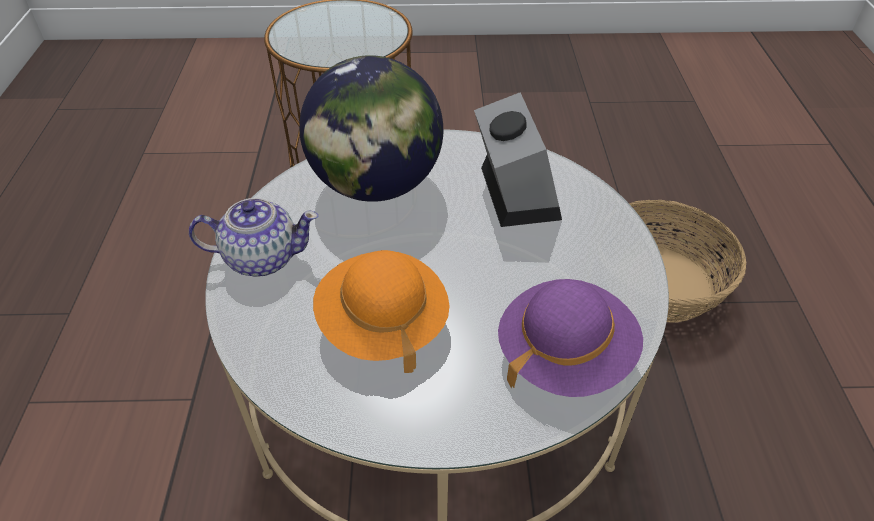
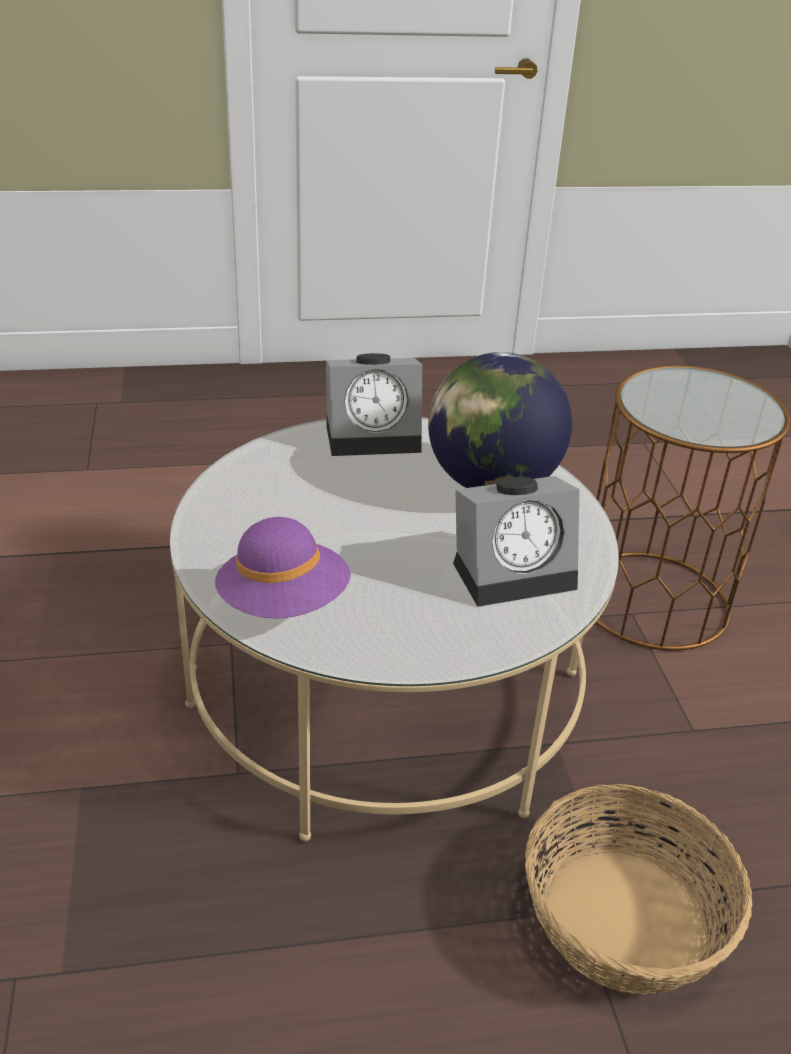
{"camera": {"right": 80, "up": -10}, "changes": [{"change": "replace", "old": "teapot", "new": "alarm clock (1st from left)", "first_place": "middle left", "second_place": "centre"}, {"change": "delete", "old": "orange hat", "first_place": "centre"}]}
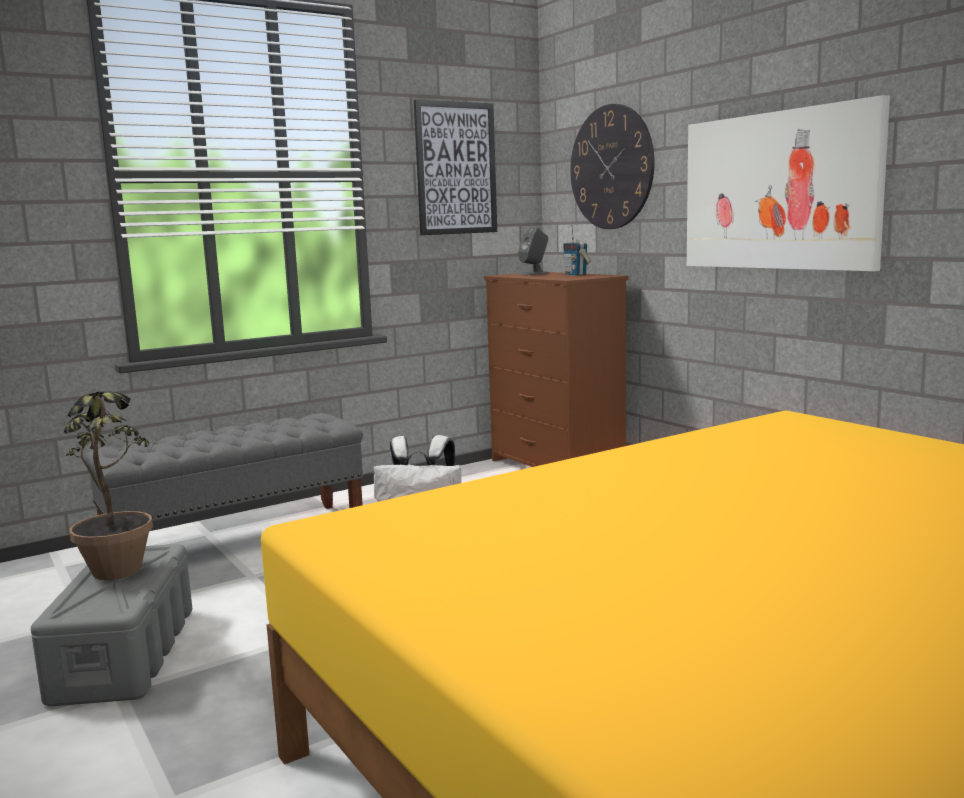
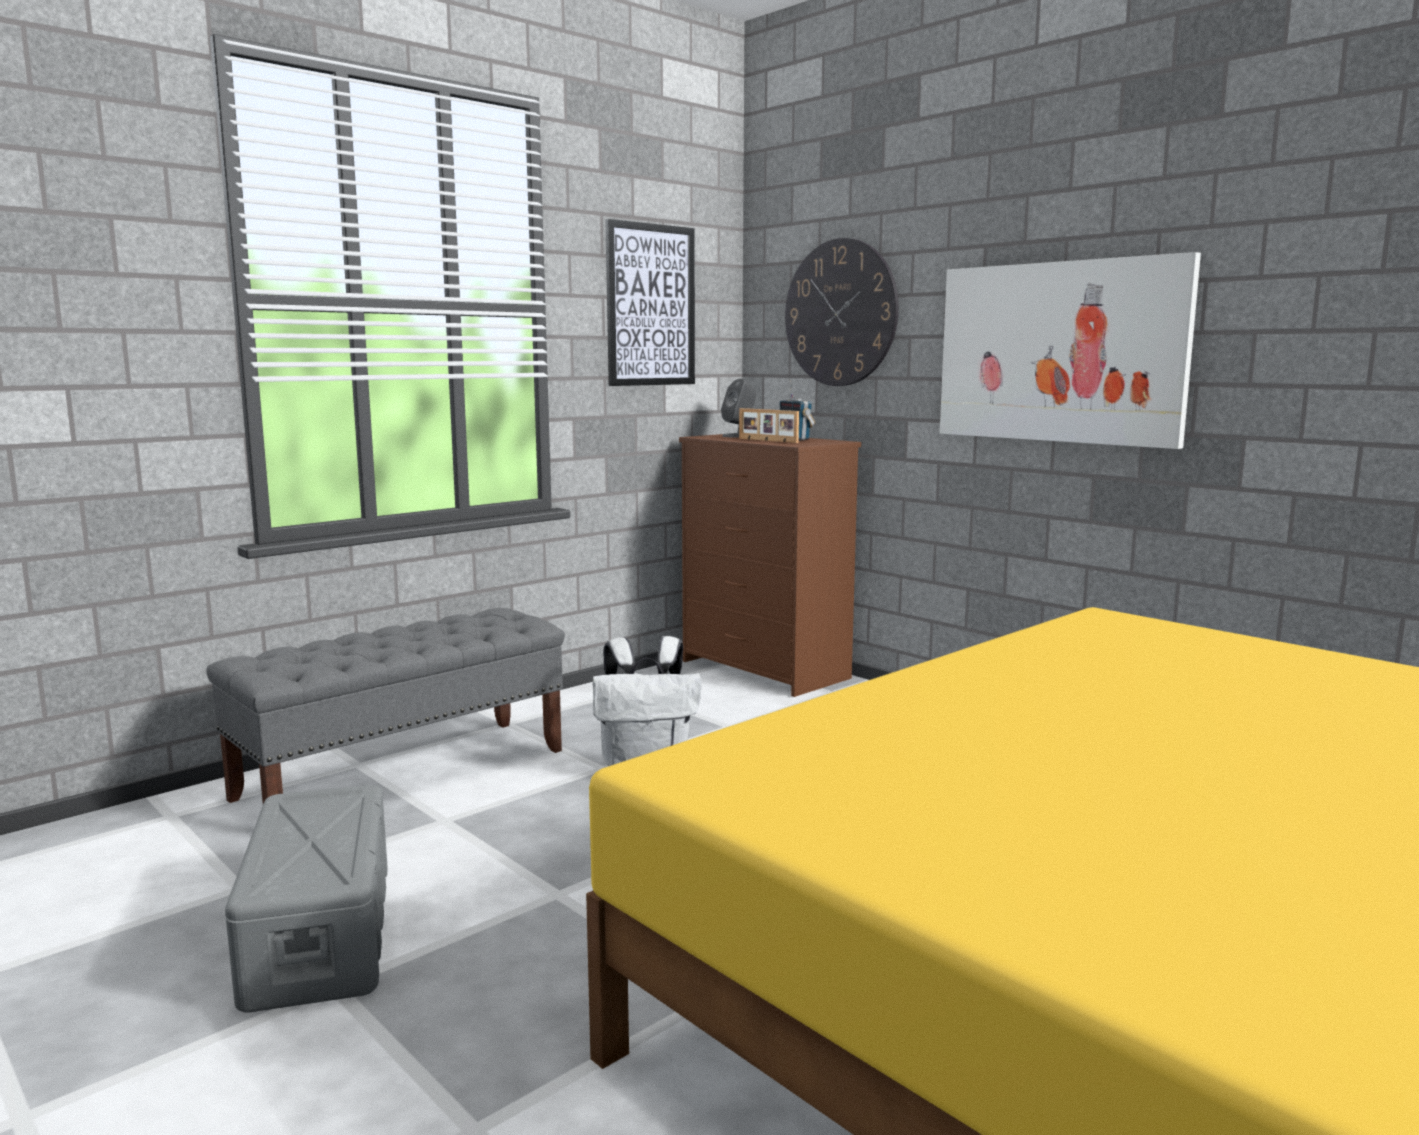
{"camera": {"right": -10, "up": 0}, "changes": [{"change": "insert", "new": "picture frame", "second_place": "centre"}, {"change": "delete", "old": "potted plant", "first_place": "middle left"}]}
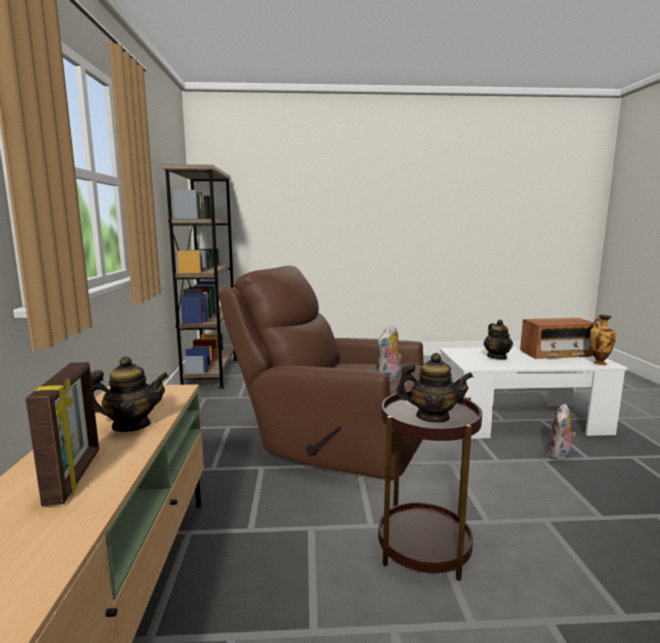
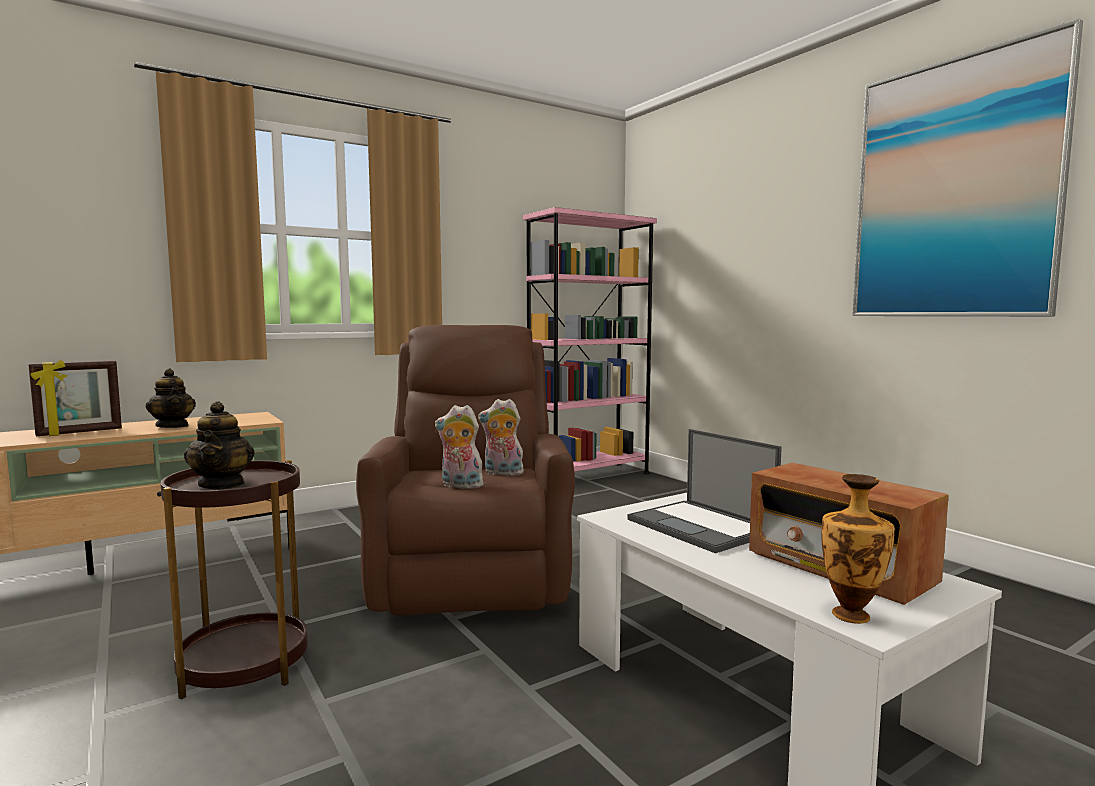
{"camera": {"right": 60, "up": -5}, "changes": [{"change": "move", "old": "plush toy (2nd from left)", "first_place": "bottom right", "second_place": "centre"}, {"change": "recolor", "old": "brown bookcase", "new": "pink bookcase", "first_place": "middle left", "second_place": "centre"}, {"change": "replace", "old": "teapot (3rd from left)", "new": "laptop", "first_place": "middle right", "second_place": "centre"}, {"change": "insert", "new": "picture", "second_place": "top right"}]}
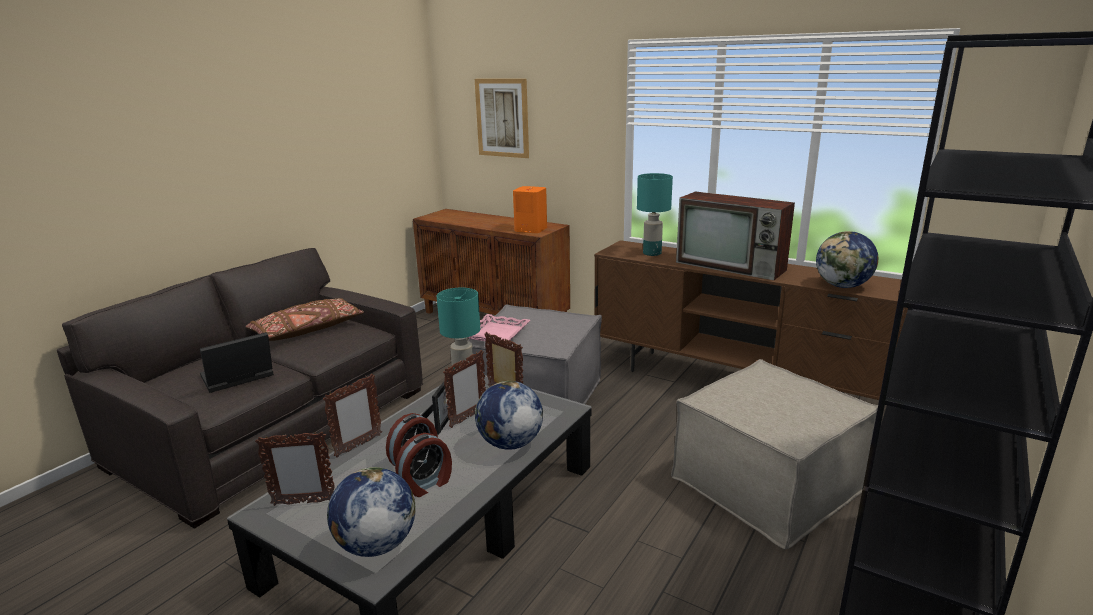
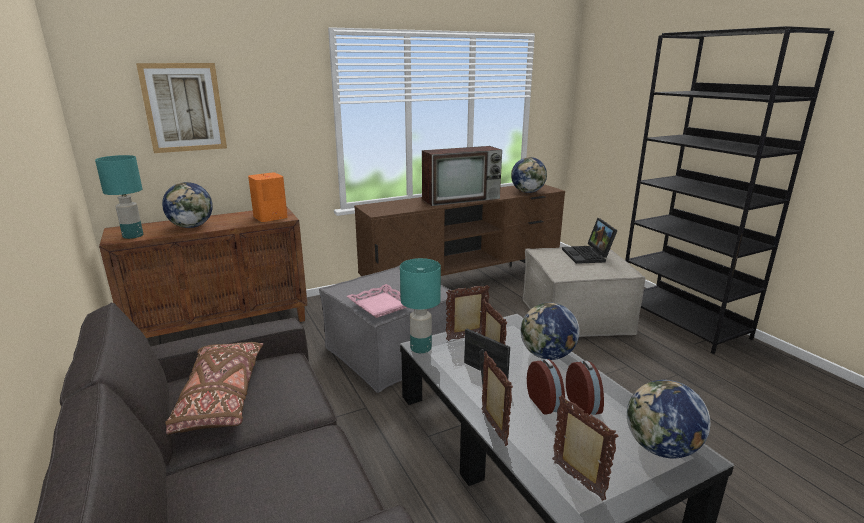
{"camera": {"right": -60, "up": 0}, "changes": [{"change": "move", "old": "turquoise table lamp (2nd from left in the first image)", "new": "turquoise table lamp (1st from left)", "first_place": "centre", "second_place": "middle left"}, {"change": "insert", "new": "globe (1st from left)", "second_place": "middle left"}, {"change": "rotate", "old": "picture frame (1st from left in the first image)", "first_place": "bottom left", "second_place": "bottom right", "degrees": -60}, {"change": "move", "old": "laptop", "first_place": "middle left", "second_place": "middle right"}]}
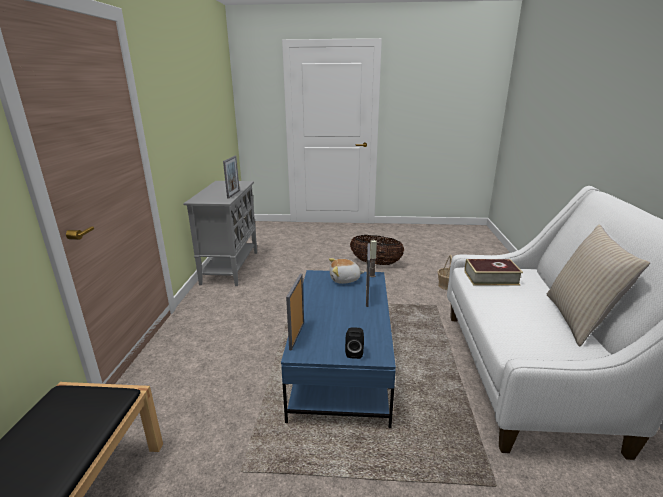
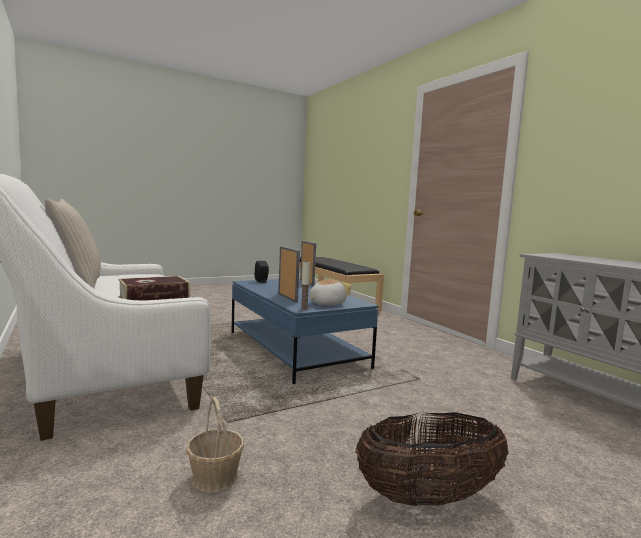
{"camera": {"right": 145, "up": -15}, "changes": [{"change": "delete", "old": "picture frame (1st from left)", "first_place": "centre"}]}
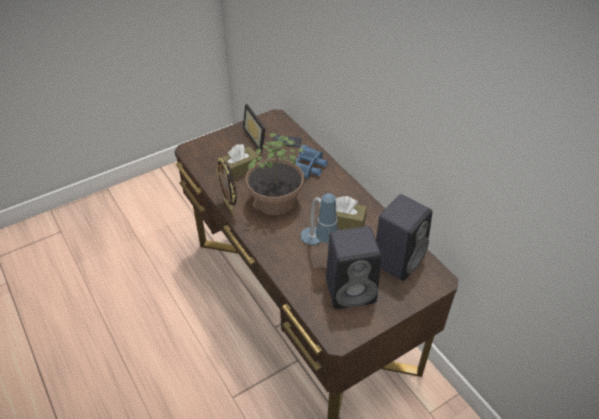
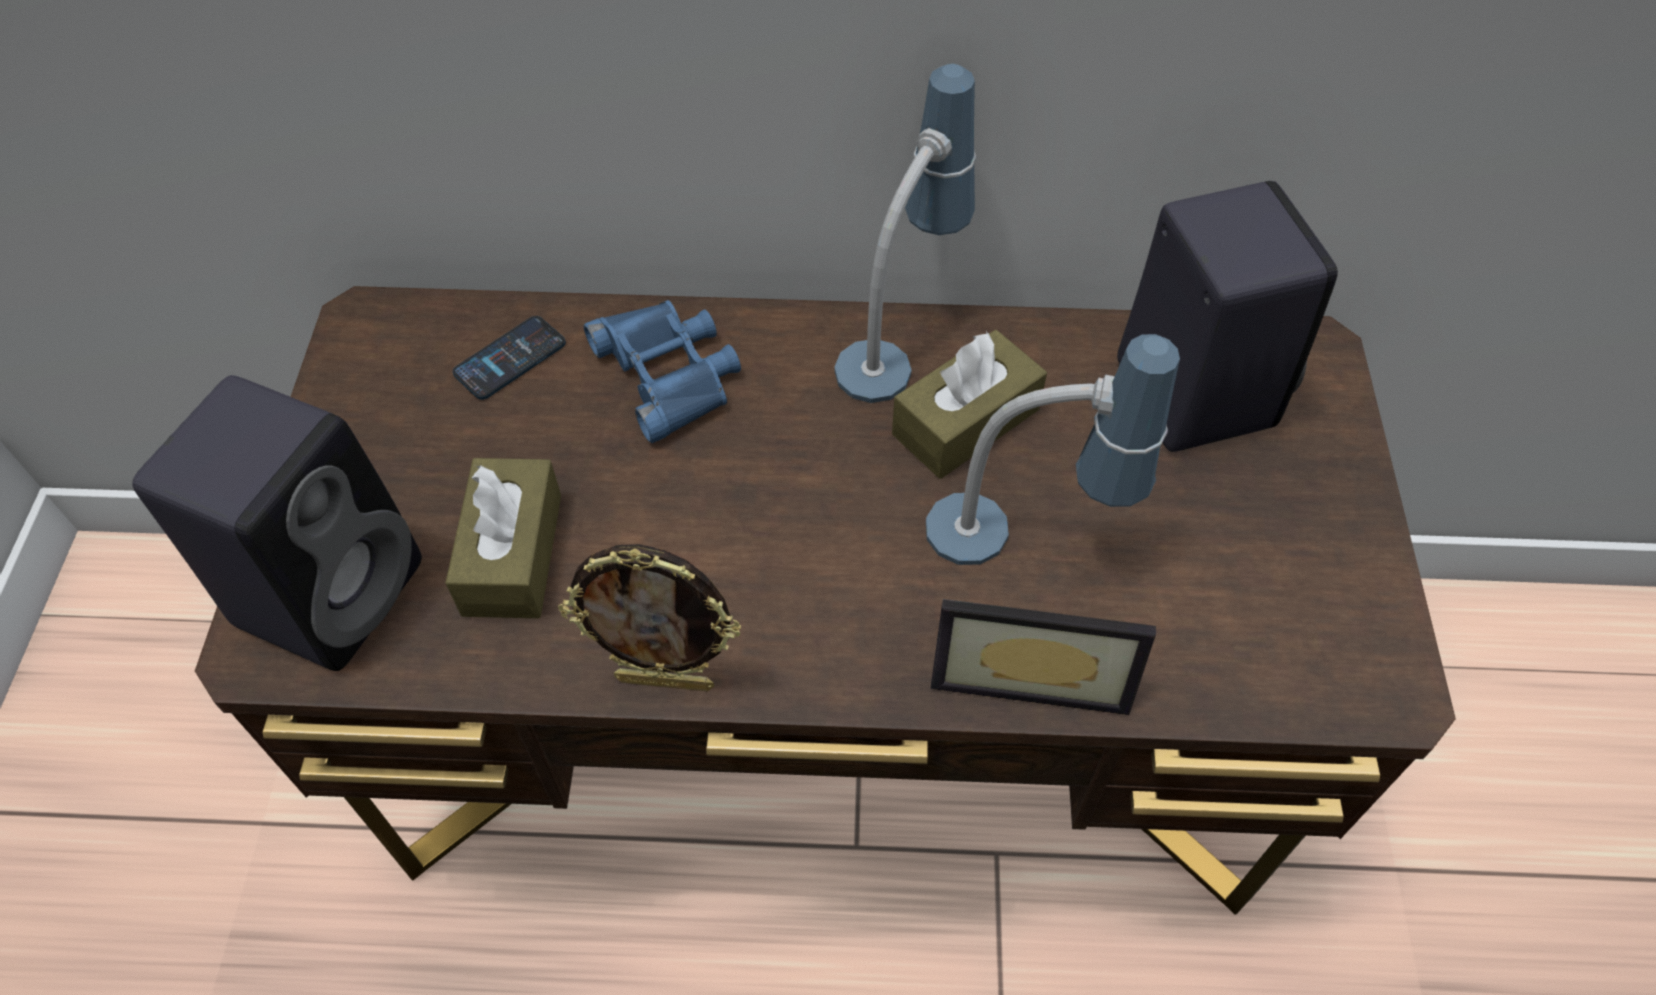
{"camera": {"right": -55, "up": 10}, "changes": [{"change": "move", "old": "black speaker (1st from left)", "first_place": "centre", "second_place": "middle left"}, {"change": "insert", "new": "table lamp (1st from left)", "second_place": "top centre"}, {"change": "move", "old": "picture frame (2nd from left)", "first_place": "top centre", "second_place": "centre"}, {"change": "delete", "old": "potted plant", "first_place": "centre"}]}
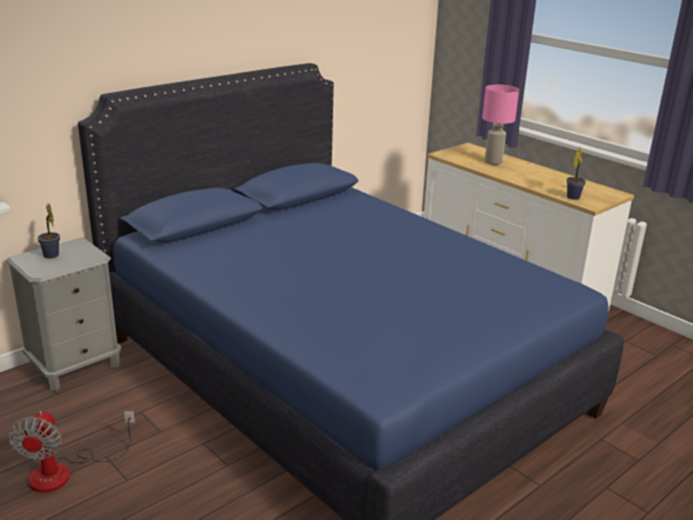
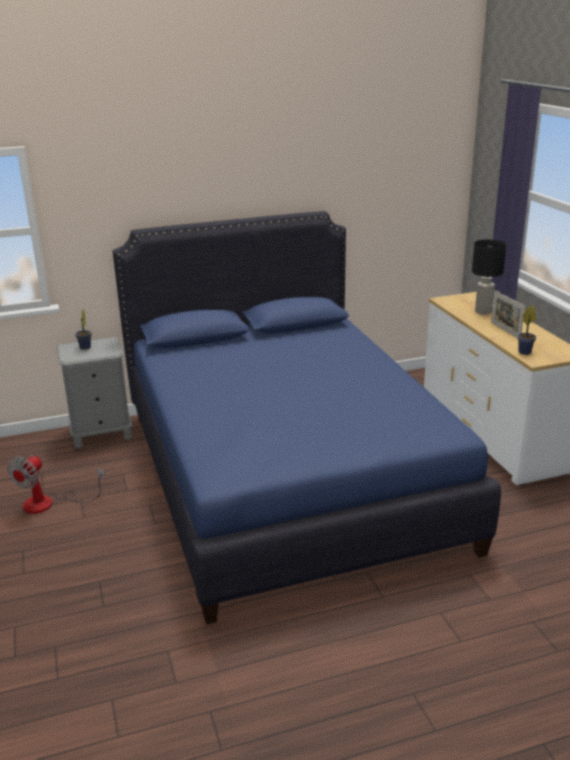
{"camera": {"right": 25, "up": 0}, "changes": [{"change": "recolor", "old": "pink table lamp", "new": "black table lamp", "first_place": "top right", "second_place": "middle right"}, {"change": "insert", "new": "picture frame", "second_place": "middle right"}]}
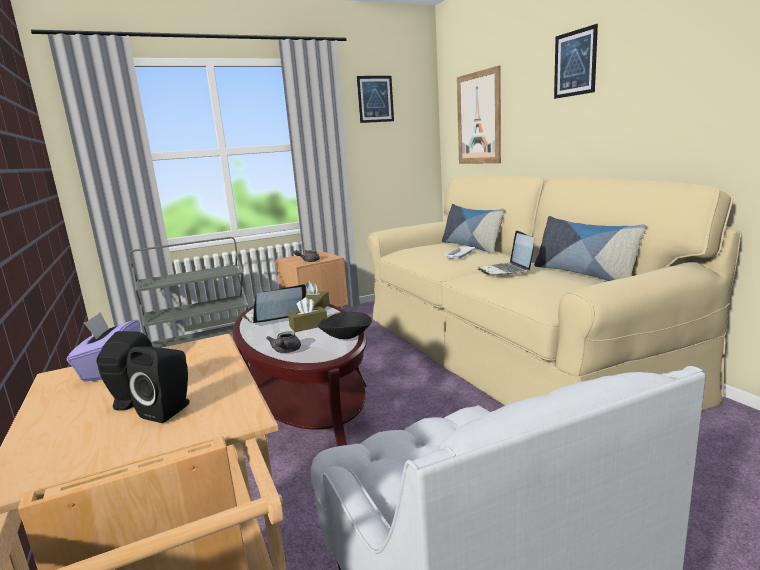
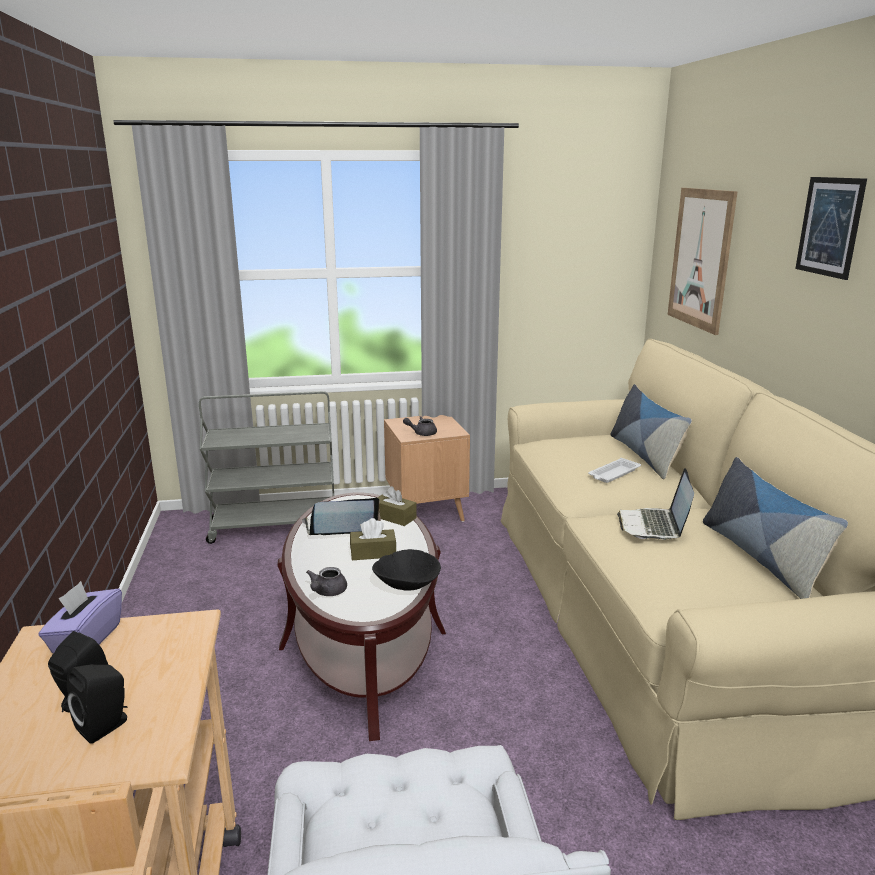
{"camera": {"right": 15, "up": 5}, "changes": [{"change": "delete", "old": "picture (1st from left)", "first_place": "top centre"}]}
